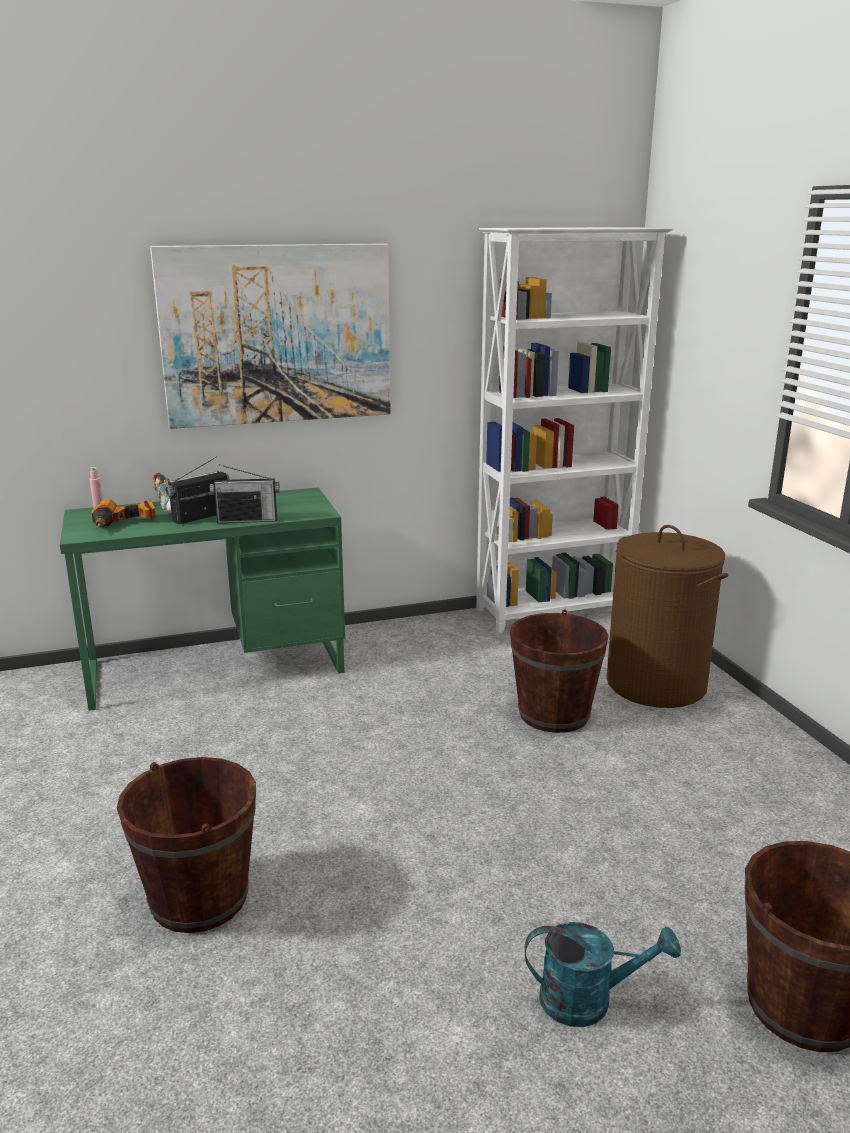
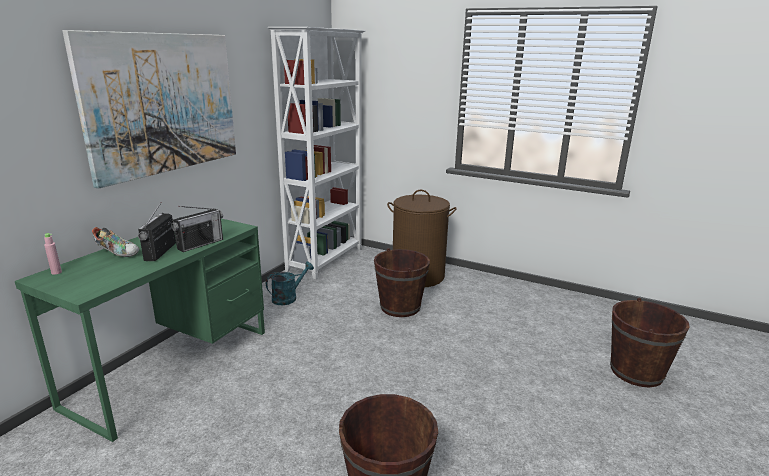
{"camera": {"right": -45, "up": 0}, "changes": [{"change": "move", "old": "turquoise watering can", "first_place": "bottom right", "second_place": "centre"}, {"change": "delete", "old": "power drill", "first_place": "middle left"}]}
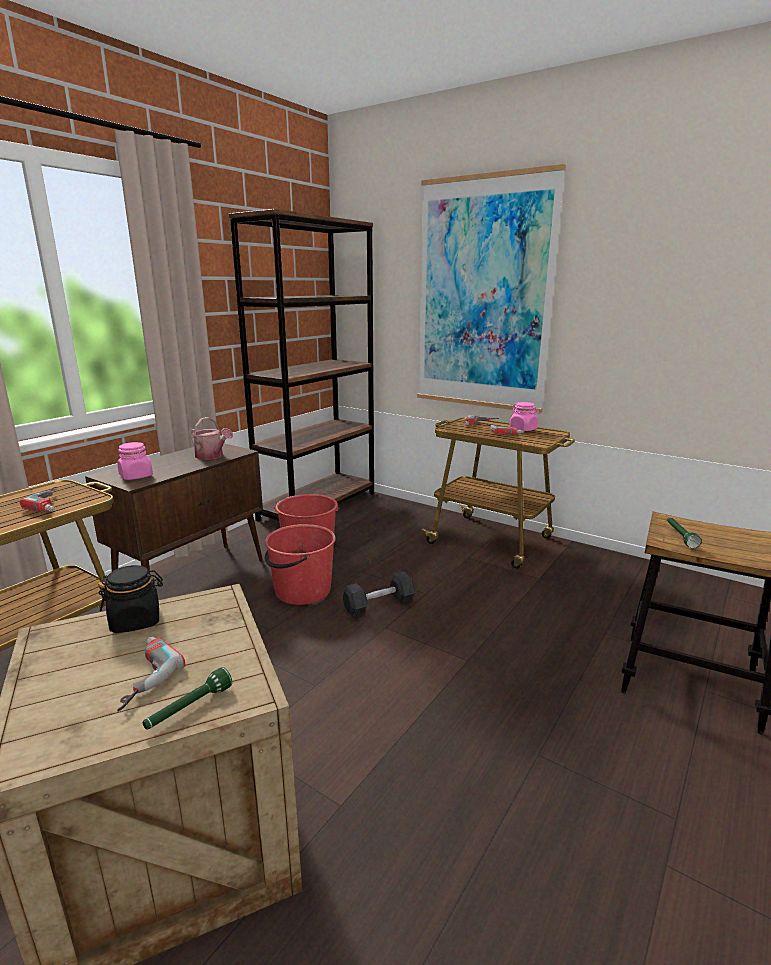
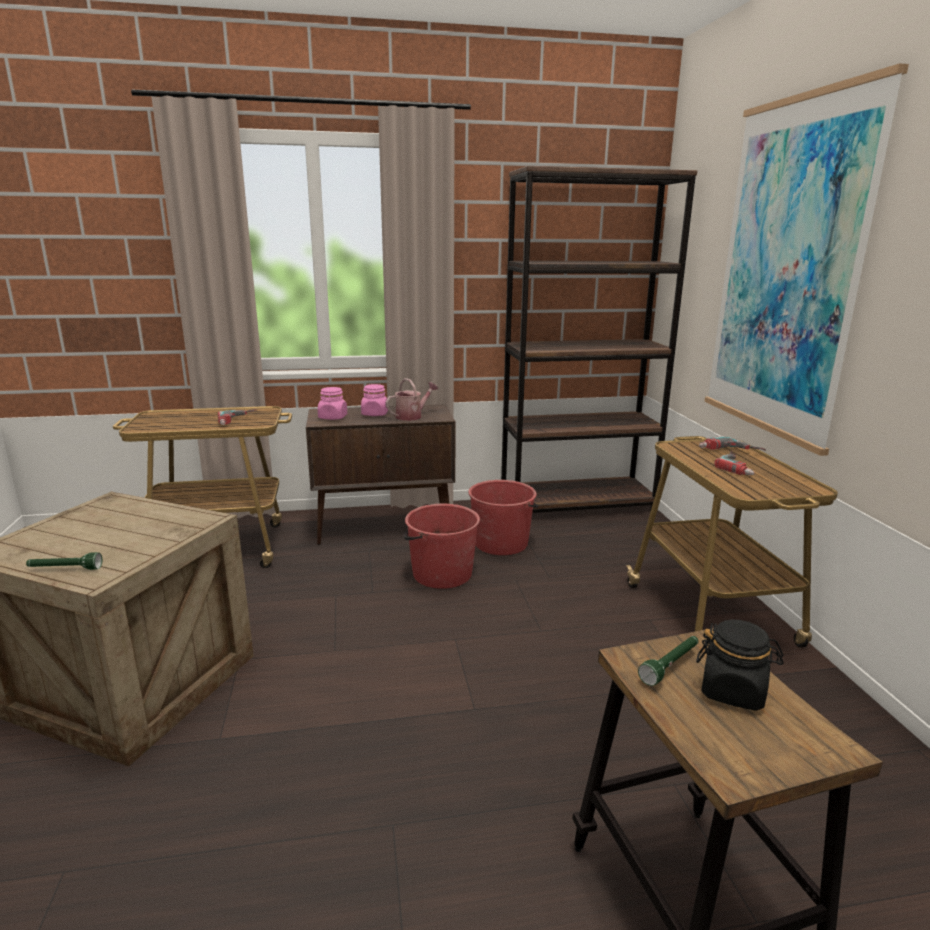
{"camera": {"right": 45, "up": 0}, "changes": [{"change": "move", "old": "pink jar (2nd from left)", "first_place": "middle right", "second_place": "centre"}, {"change": "rotate", "old": "watering can", "first_place": "middle left", "second_place": "centre", "degrees": -120}, {"change": "move", "old": "black jar", "first_place": "middle left", "second_place": "bottom right"}, {"change": "delete", "old": "power drill (2nd from left)", "first_place": "bottom left"}, {"change": "delete", "old": "black dumbbell", "first_place": "centre"}]}
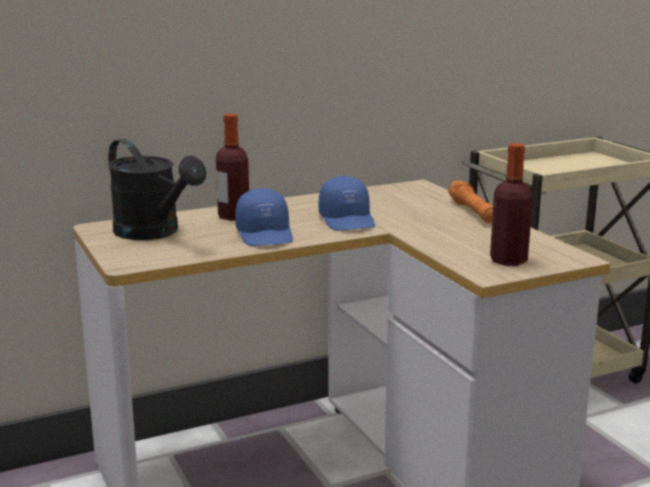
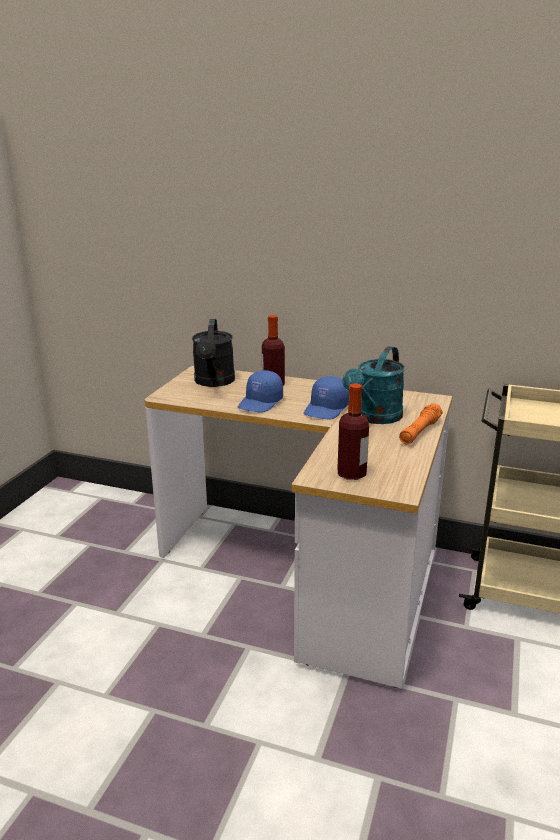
{"camera": {"right": 45, "up": 5}, "changes": [{"change": "insert", "new": "turquoise watering can", "second_place": "centre"}]}
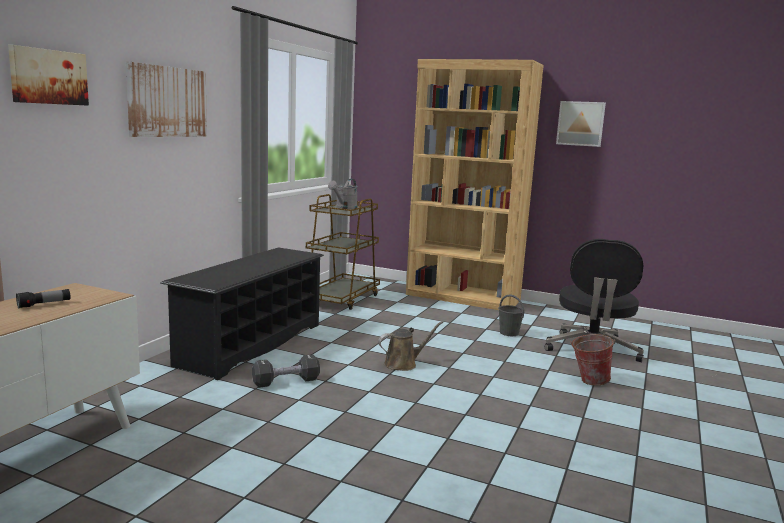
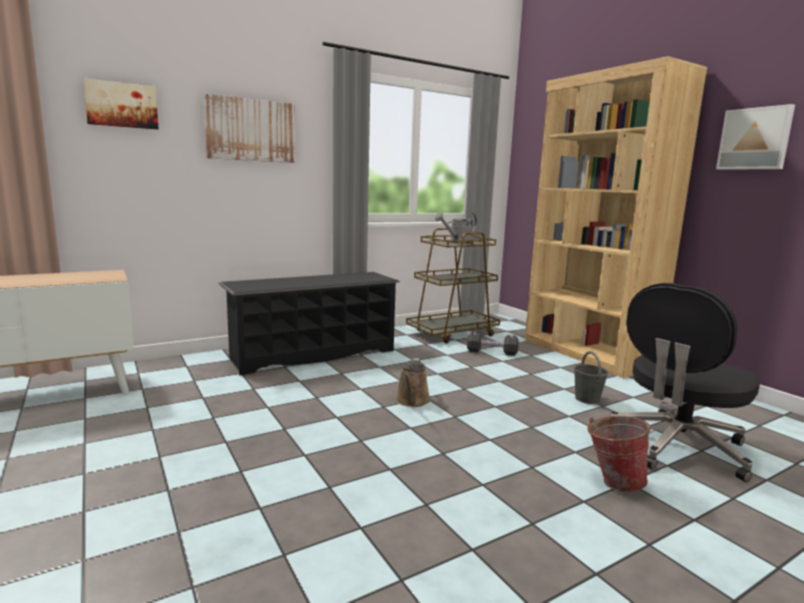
{"camera": {"right": 35, "up": 0}, "changes": [{"change": "rotate", "old": "brown watering can", "first_place": "centre", "second_place": "centre", "degrees": 90}, {"change": "move", "old": "black dumbbell", "first_place": "bottom centre", "second_place": "centre"}, {"change": "delete", "old": "flashlight", "first_place": "middle left"}]}
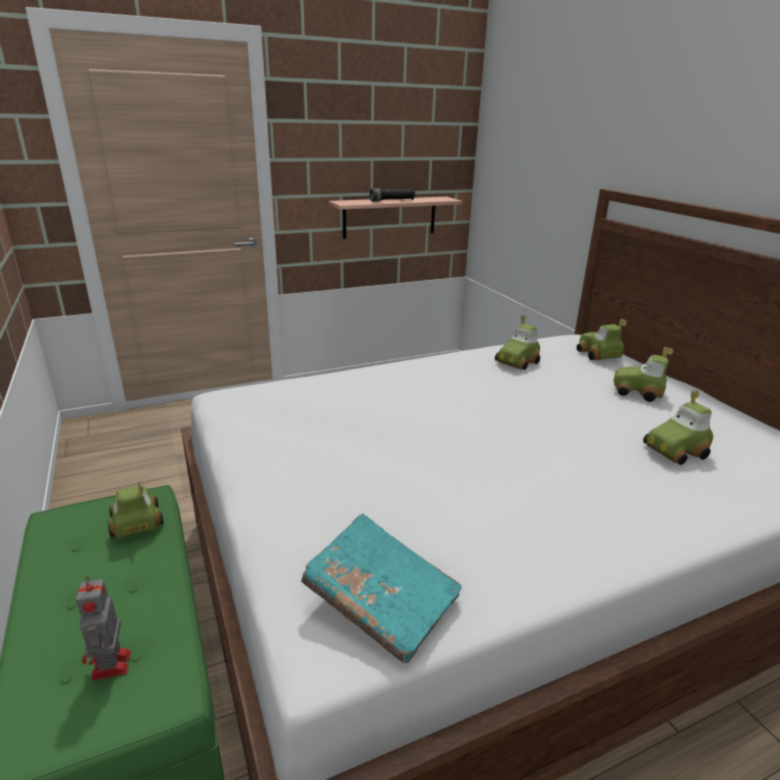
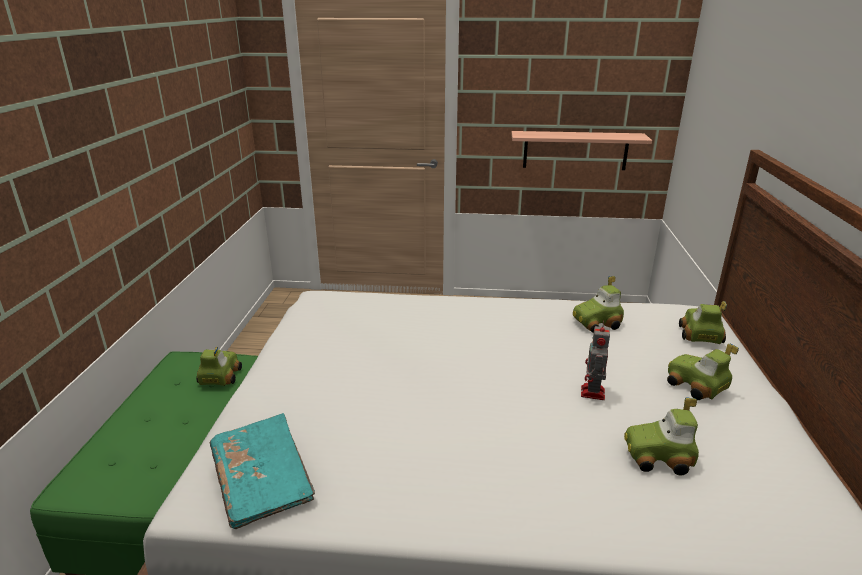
{"camera": {"right": 30, "up": 0}, "changes": [{"change": "move", "old": "toy robot", "first_place": "bottom left", "second_place": "middle right"}, {"change": "delete", "old": "black flashlight", "first_place": "top centre"}]}
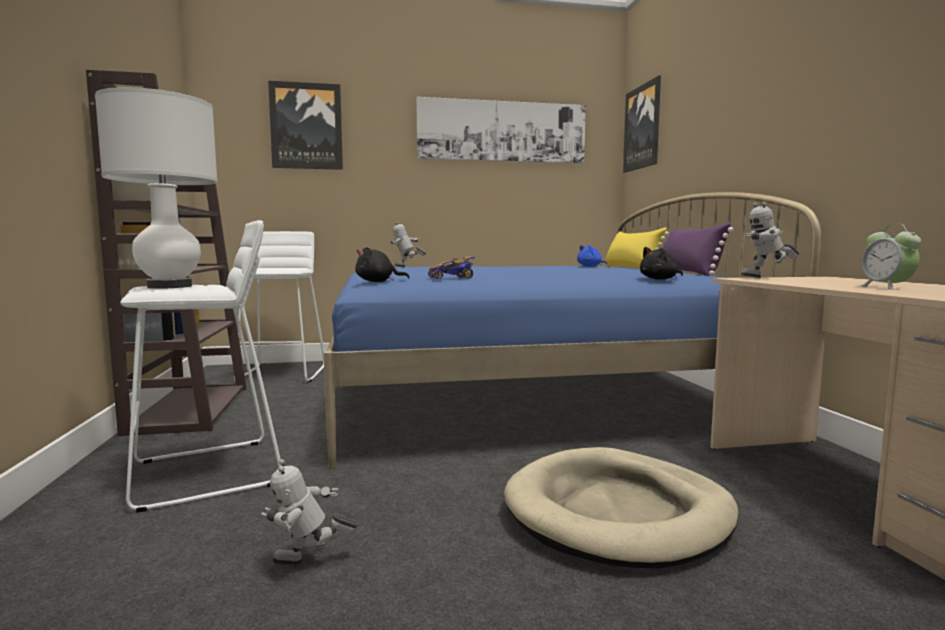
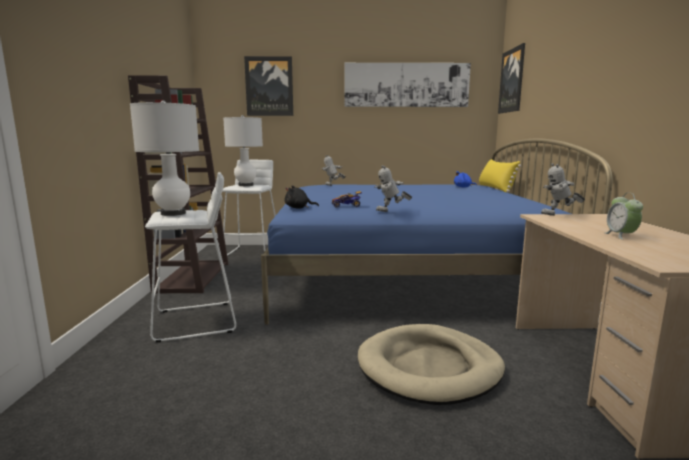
{"camera": {"right": 10, "up": 5}, "changes": [{"change": "insert", "new": "white table lamp (2nd from left)", "second_place": "top centre"}, {"change": "move", "old": "toy robot (1st from left in the first image)", "new": "toy robot (2nd from left)", "first_place": "bottom left", "second_place": "centre"}, {"change": "delete", "old": "black plush toy (2nd from left)", "first_place": "middle right"}, {"change": "delete", "old": "purple pillow", "first_place": "middle right"}]}
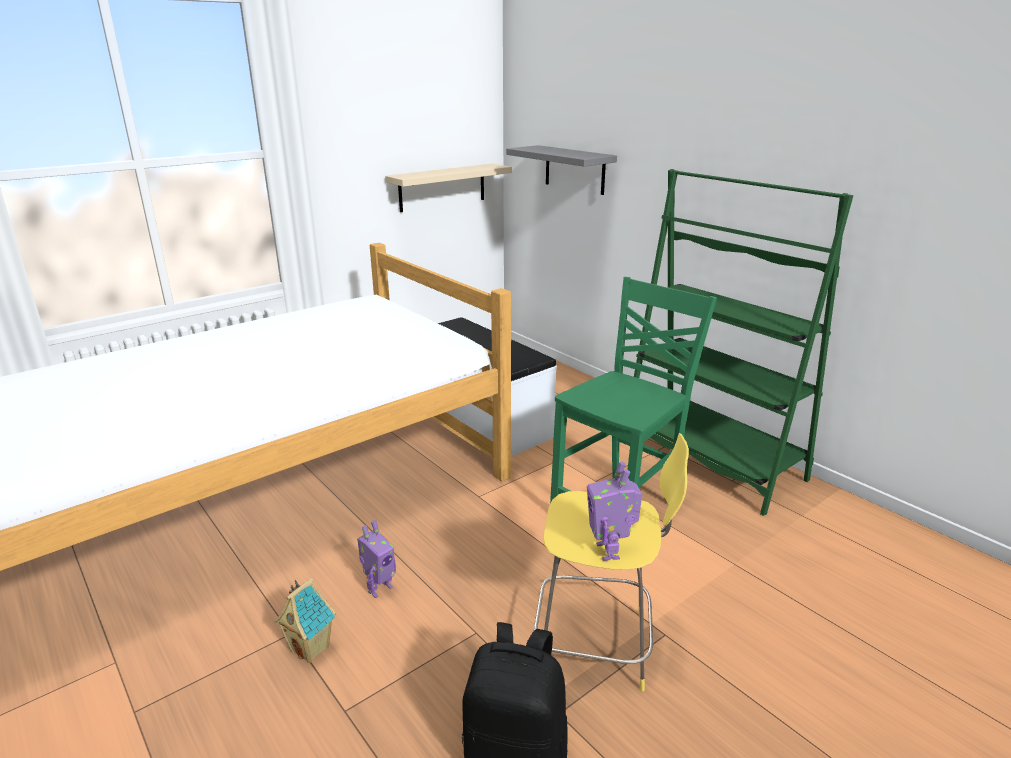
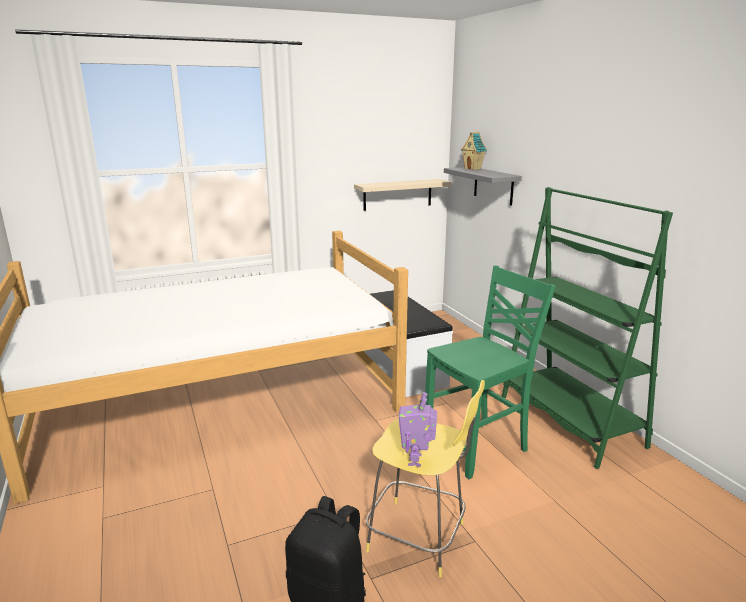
{"camera": {"right": 15, "up": -5}, "changes": [{"change": "move", "old": "toy house", "first_place": "bottom left", "second_place": "top centre"}, {"change": "delete", "old": "toy robot (1st from left)", "first_place": "bottom centre"}]}
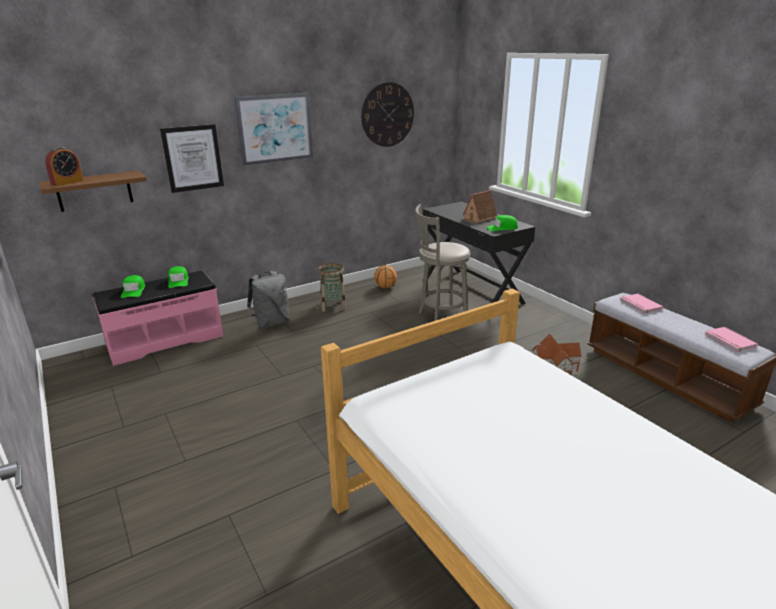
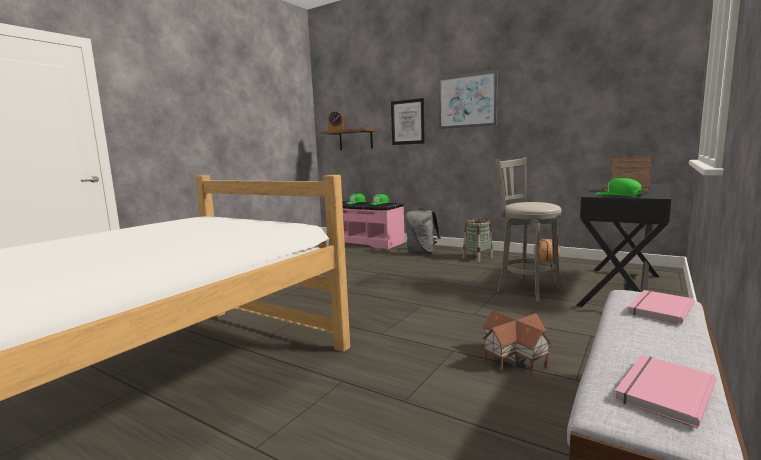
{"camera": {"right": 65, "up": -15}, "changes": [{"change": "delete", "old": "wall clock", "first_place": "top centre"}]}
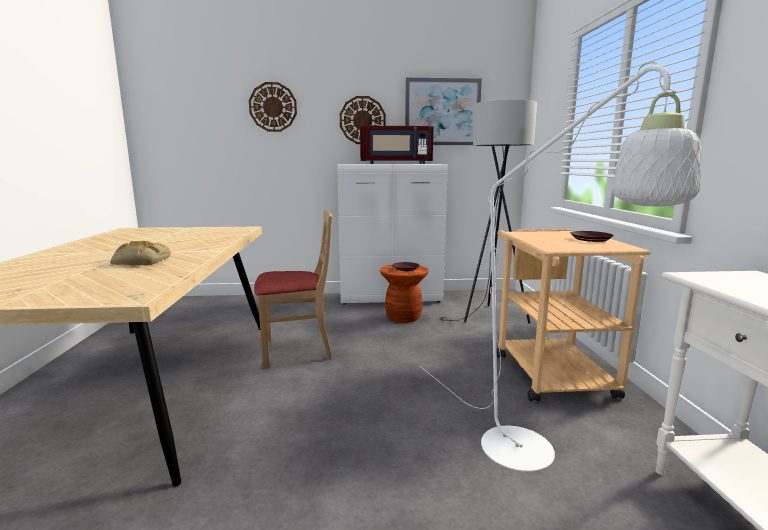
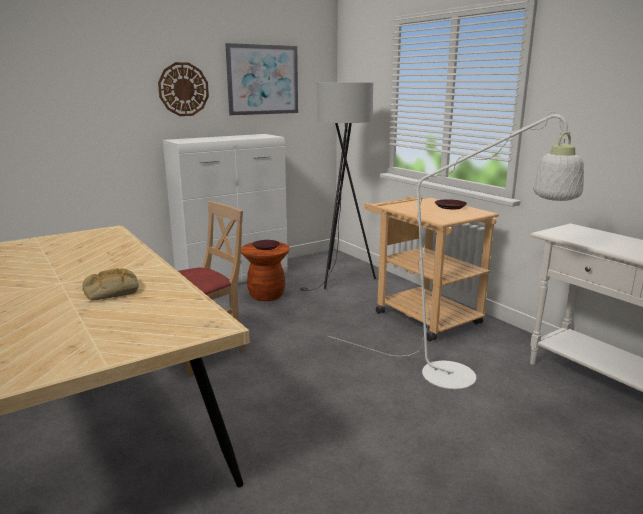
{"camera": {"right": -30, "up": 5}, "changes": [{"change": "delete", "old": "wall clock (1st from left)", "first_place": "top centre"}, {"change": "delete", "old": "red microwave", "first_place": "top centre"}]}
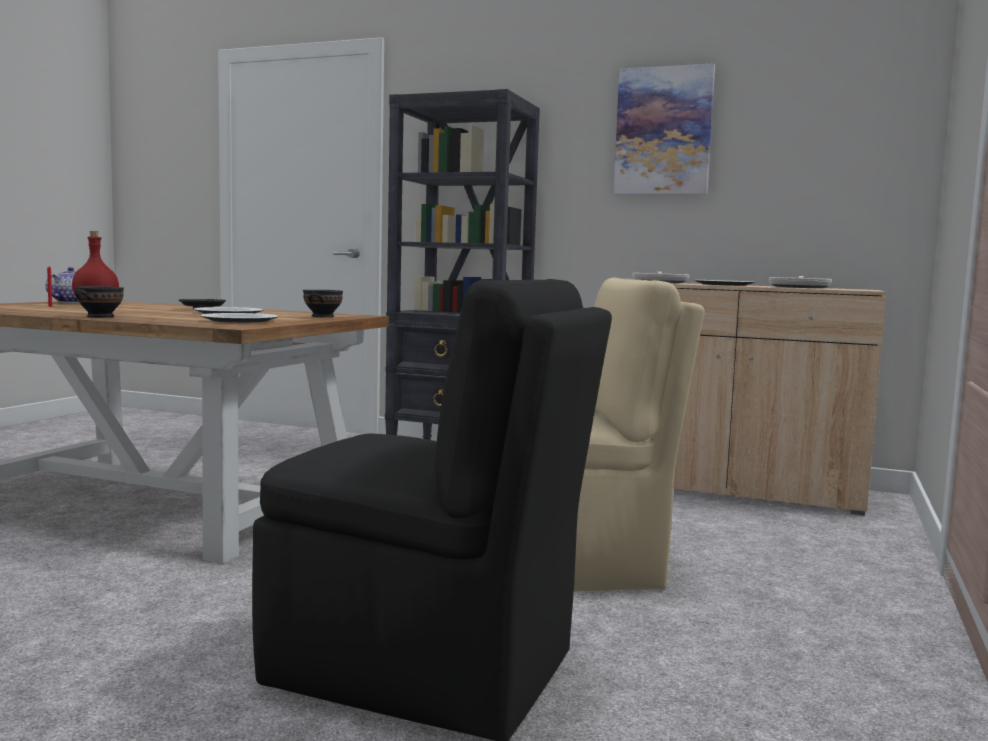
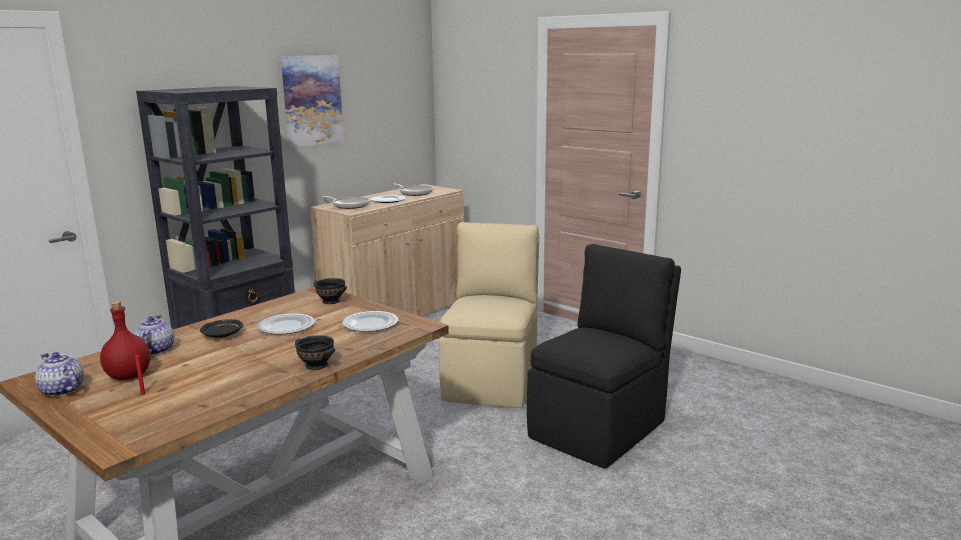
{"camera": {"right": -70, "up": 10}, "changes": [{"change": "insert", "new": "teapot (2nd from left)", "second_place": "middle left"}]}
